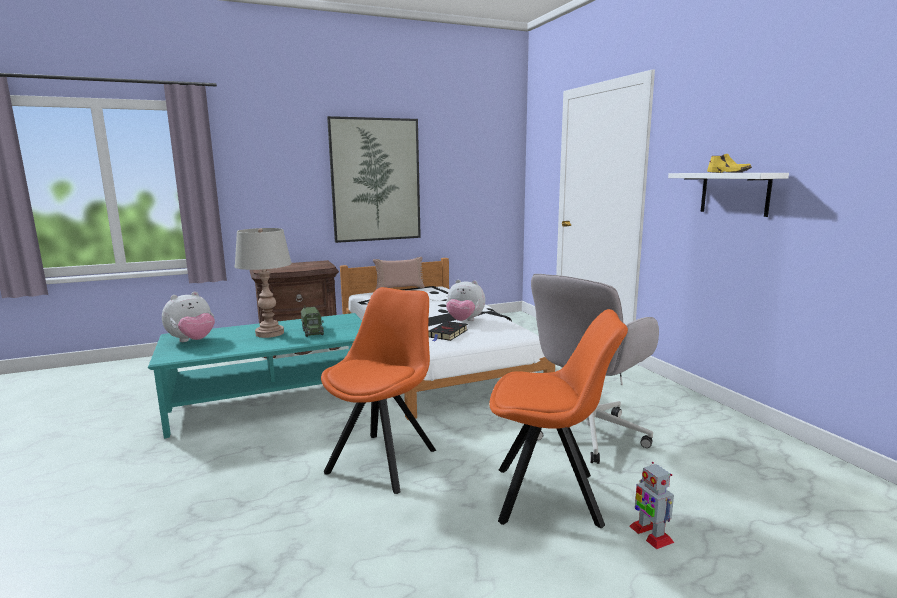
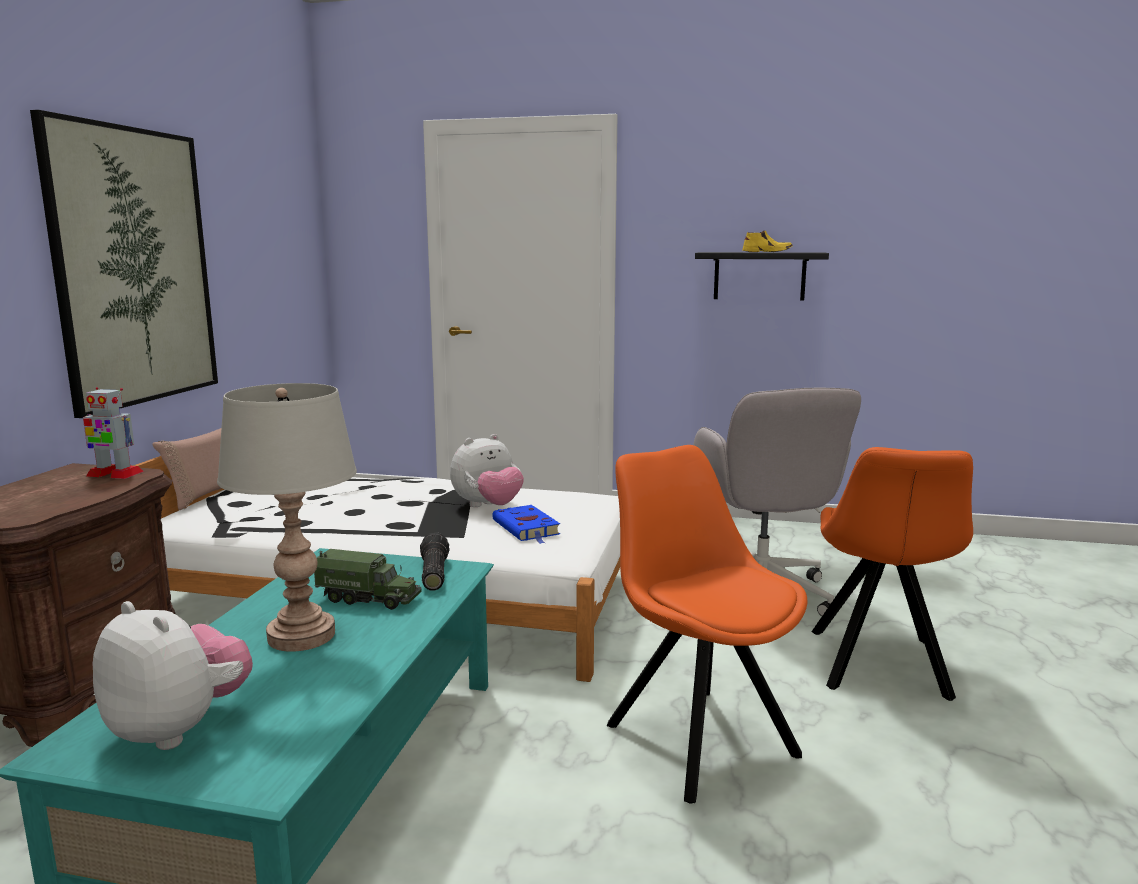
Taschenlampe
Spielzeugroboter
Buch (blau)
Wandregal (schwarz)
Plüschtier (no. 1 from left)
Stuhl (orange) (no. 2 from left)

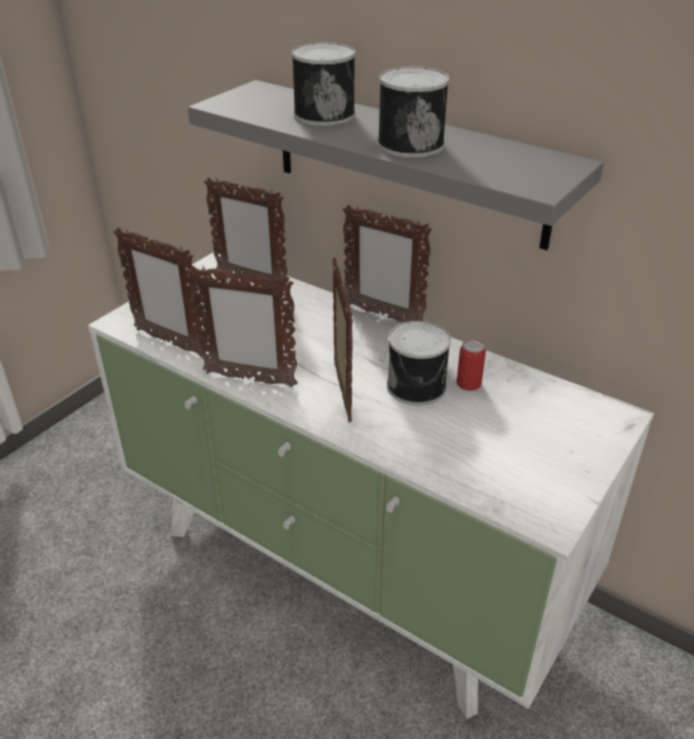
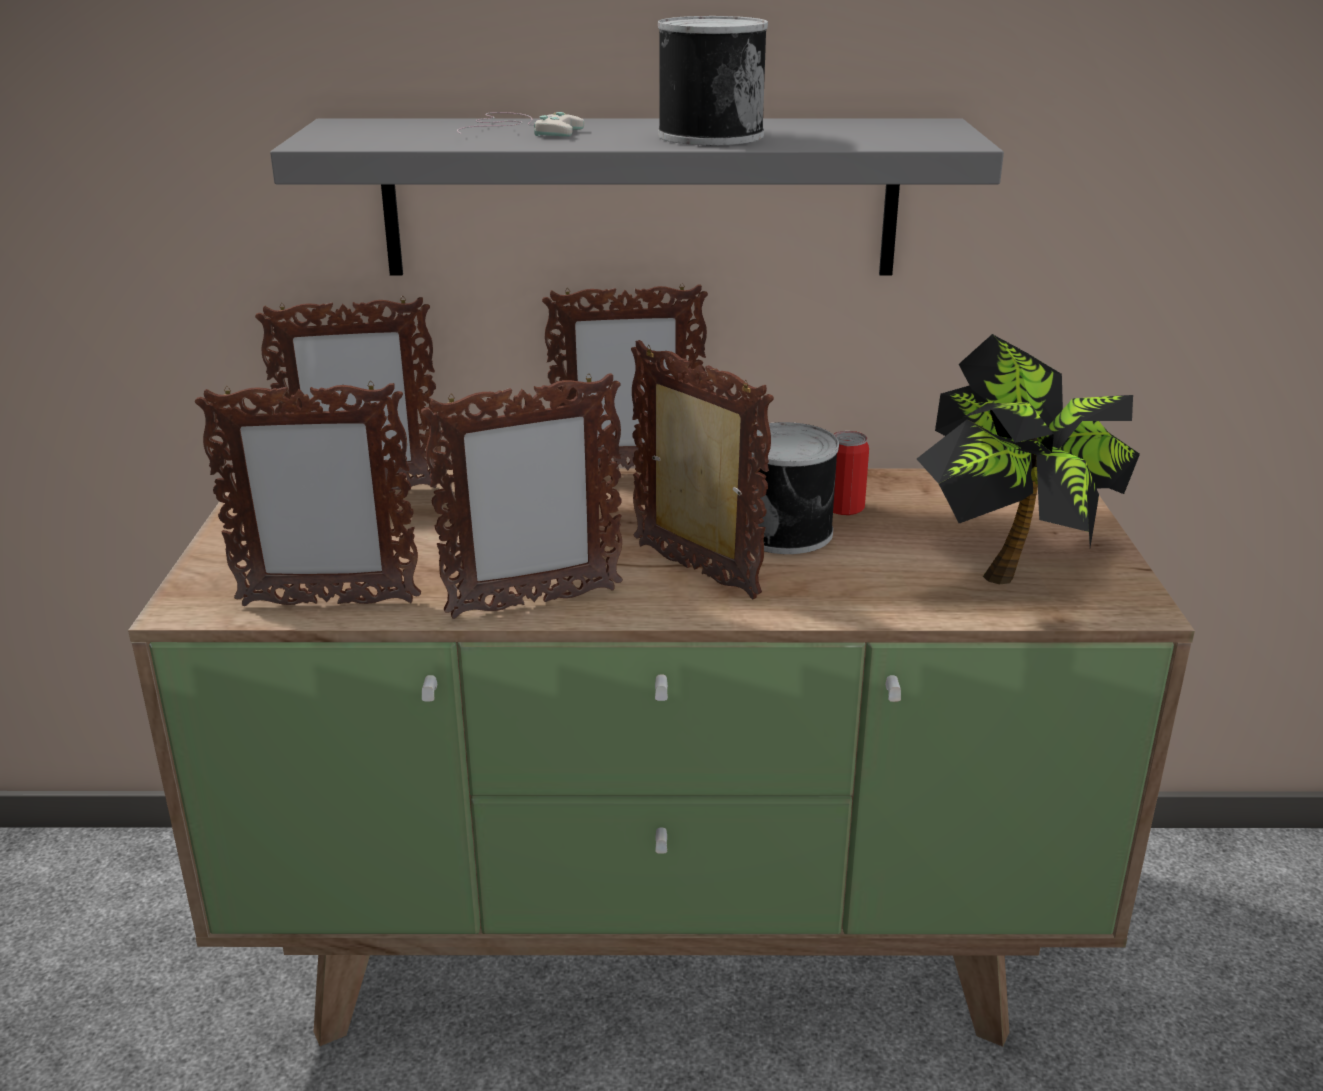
Topfpflanze
Gamepad (weiß)
Kommode (grün)

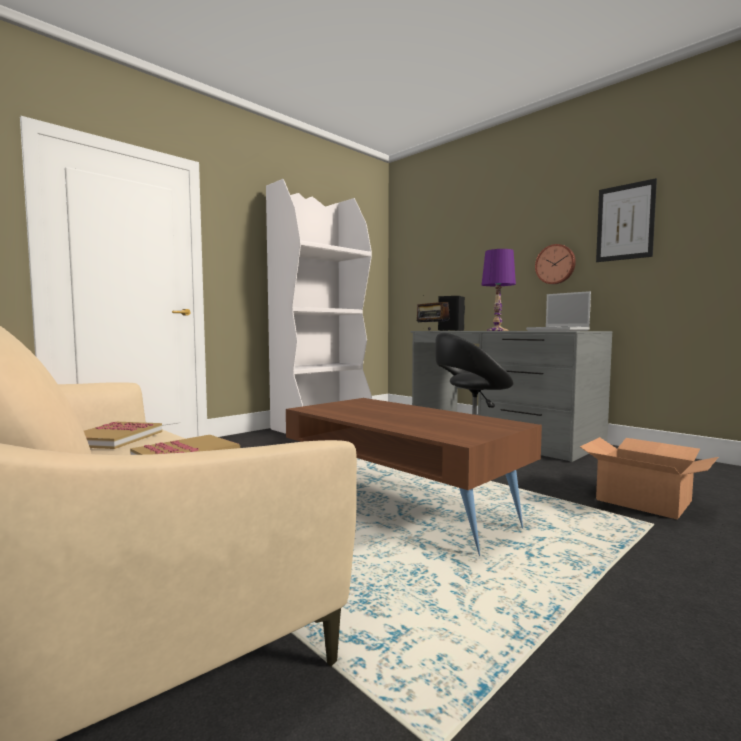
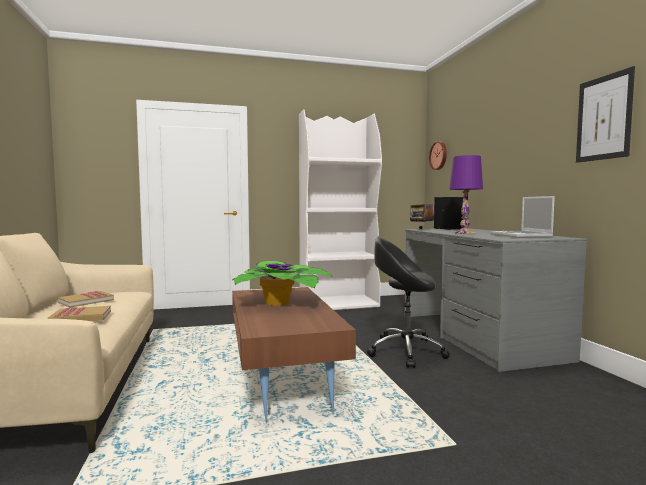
Karton
Topfpflanze
Wanduhr

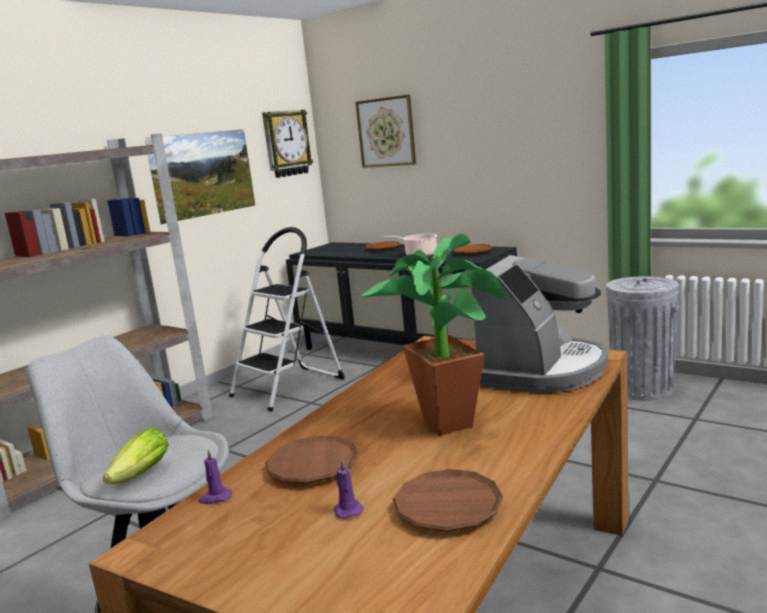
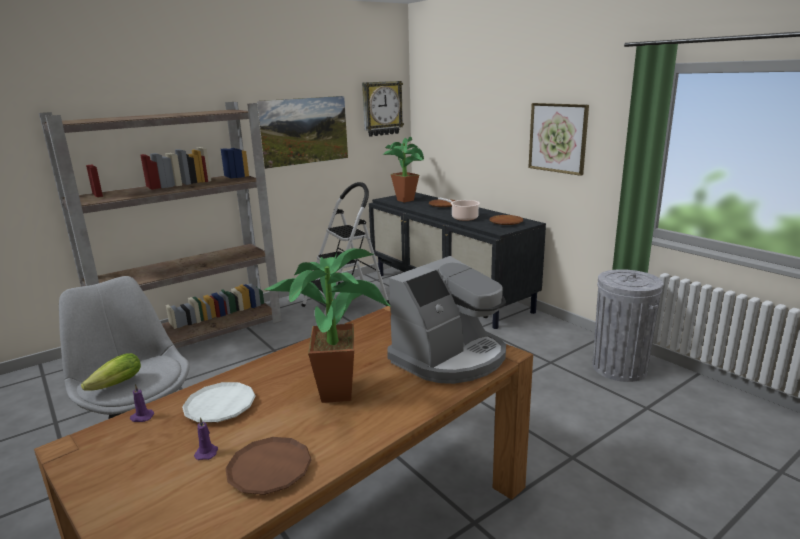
Topfpflanze (no. 2 from left)
Bild (no. 2 from left)
Teller (weiß)

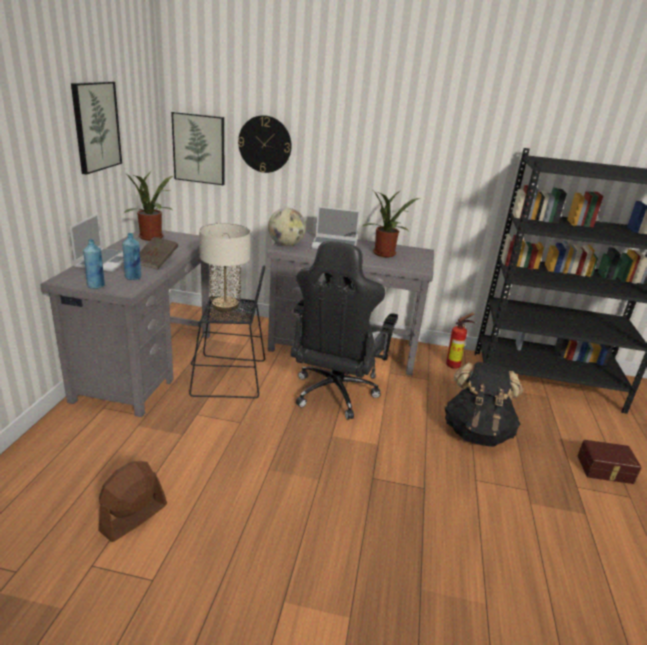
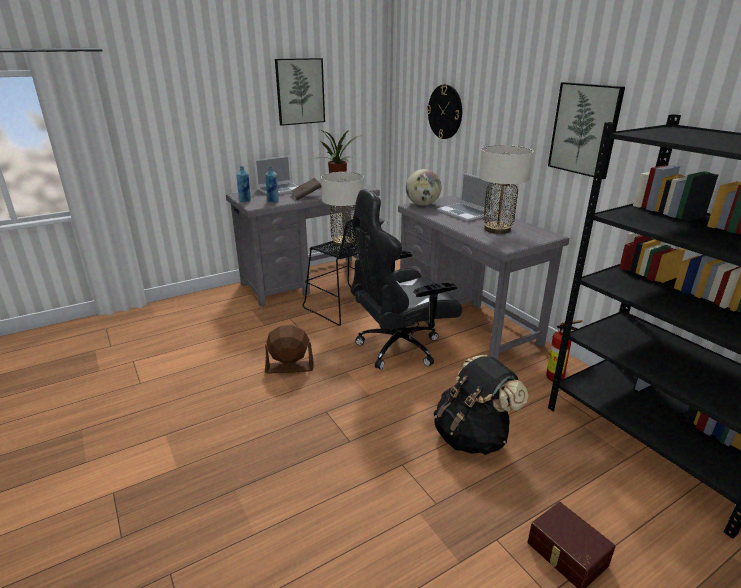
Ventilator (braun)
Bild (no. 2 from left)
Tischlampe (no. 2 from left)

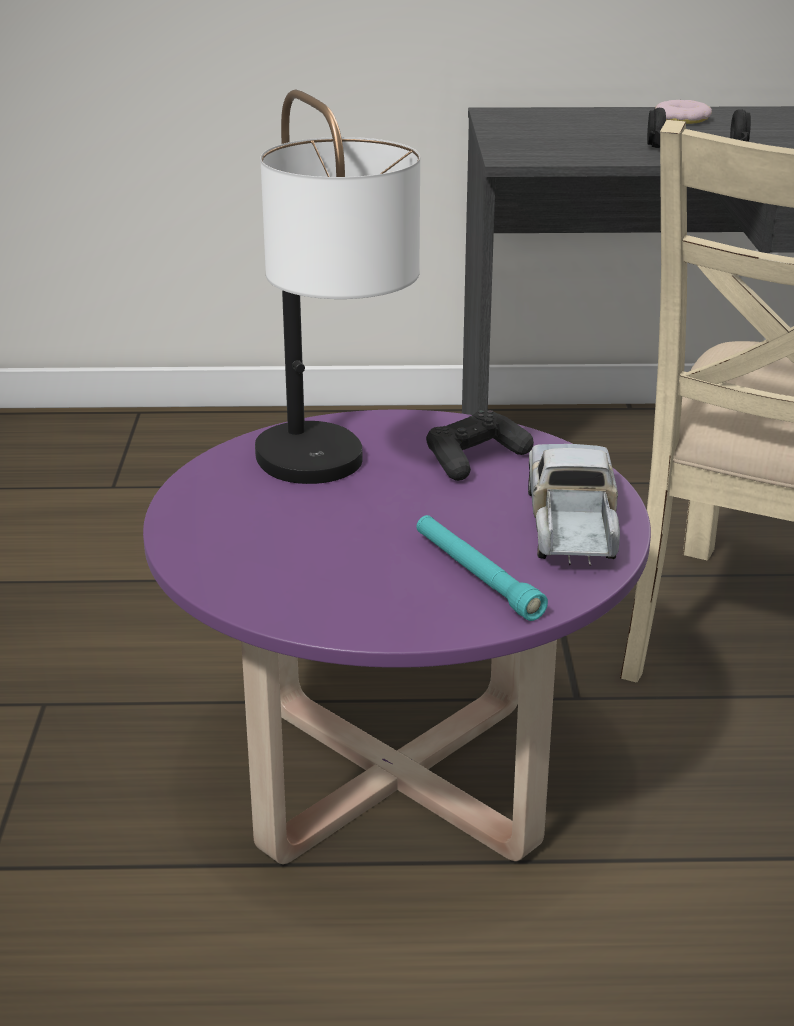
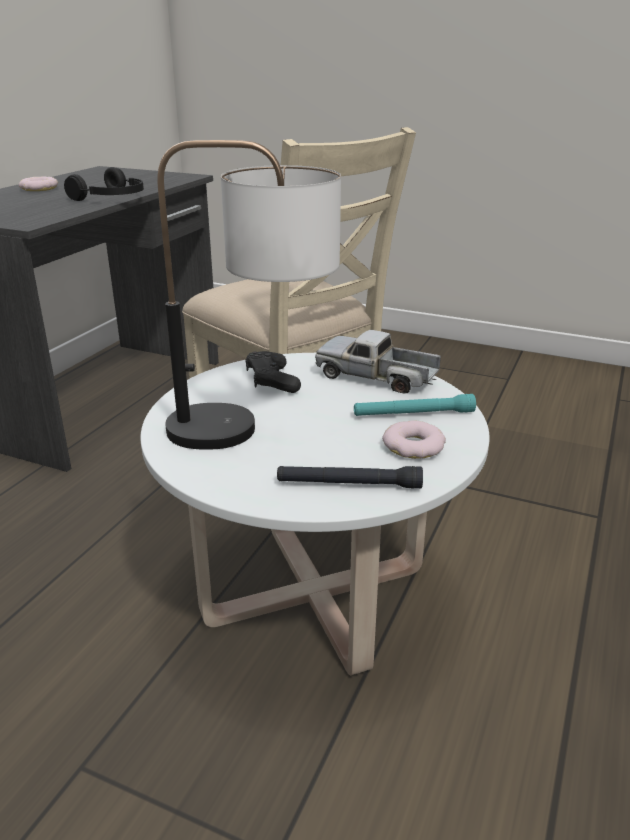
Taschenlampe (schwarz)
Donut (no. 2 from left)
Couchtisch (weiß)

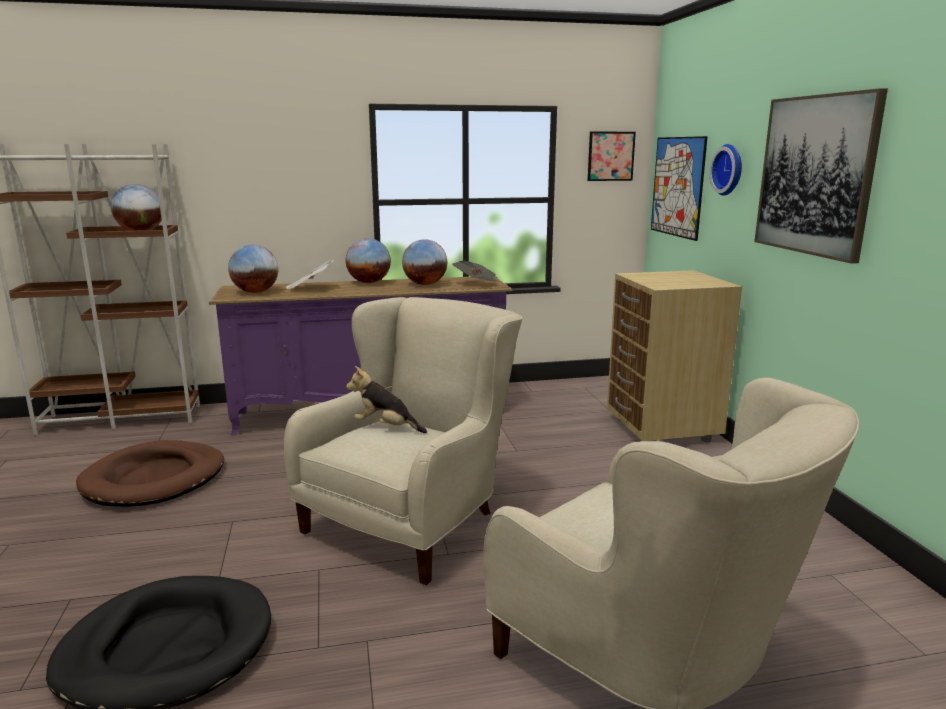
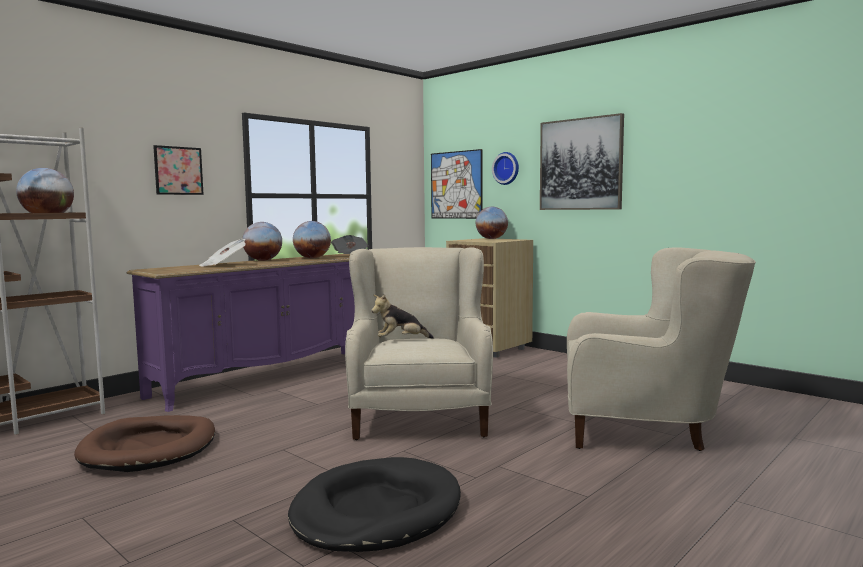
Globus (no. 4 from left)
Bild (no. 1 from left)

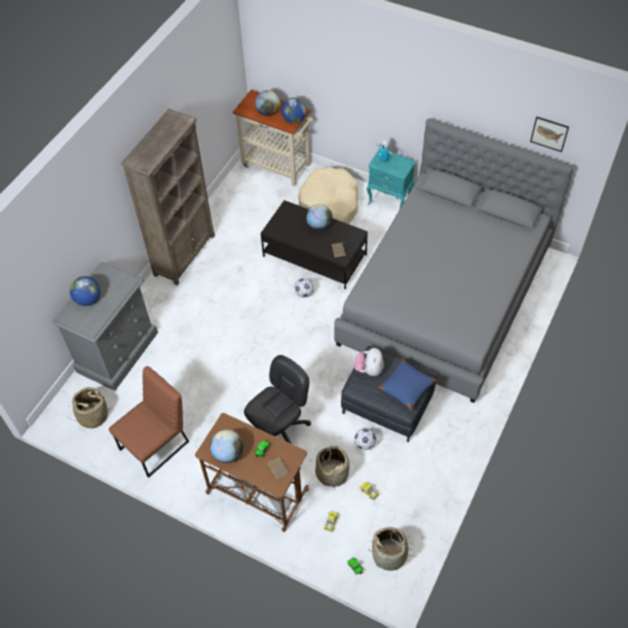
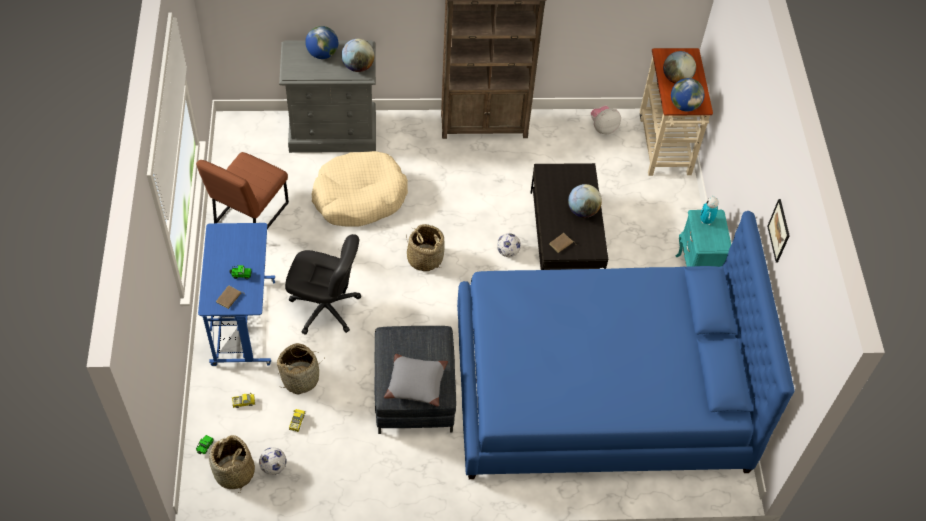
Korb (no. 3 from left)
Globus (no. 2 from left)
Hundebett (beige)
Fußball (no. 1 from left)
Plüschtier
Bild
Schreibtisch (blau)
Bett (blau)
Kissen (grau)
Stuhl (braun)

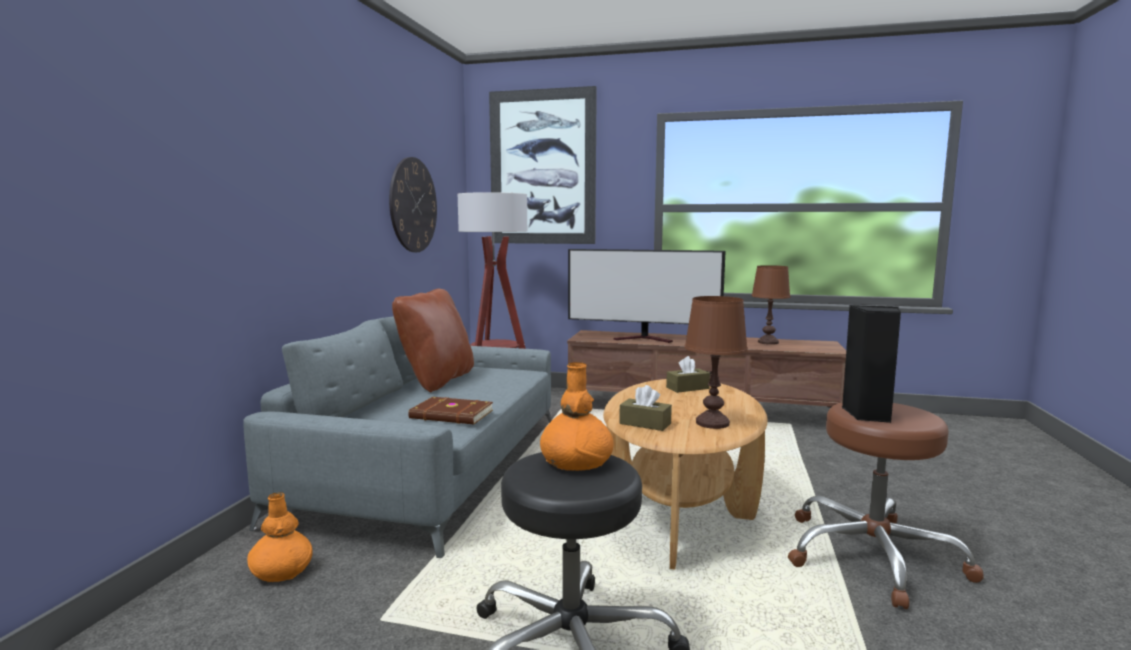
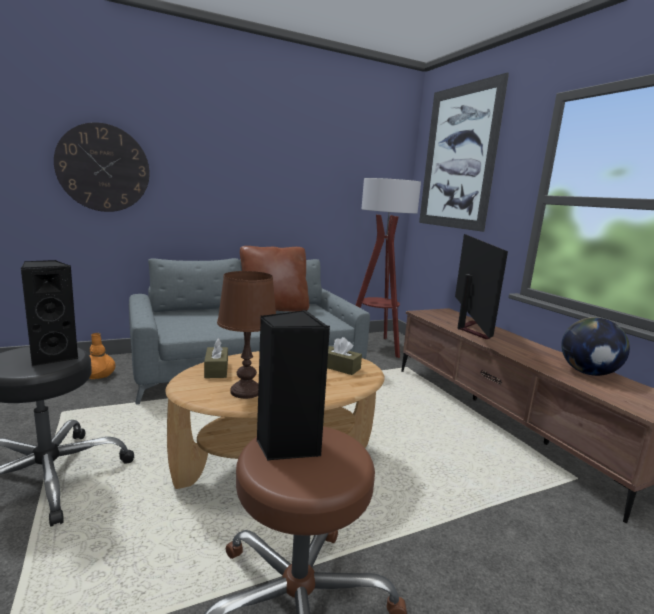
Buch (braun)
Wanduhr
Lautsprecher (schwarz) (no. 1 from left)
Globus
Fernseher

